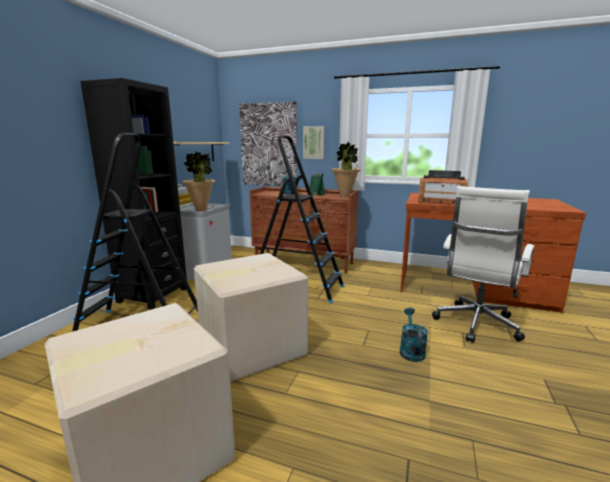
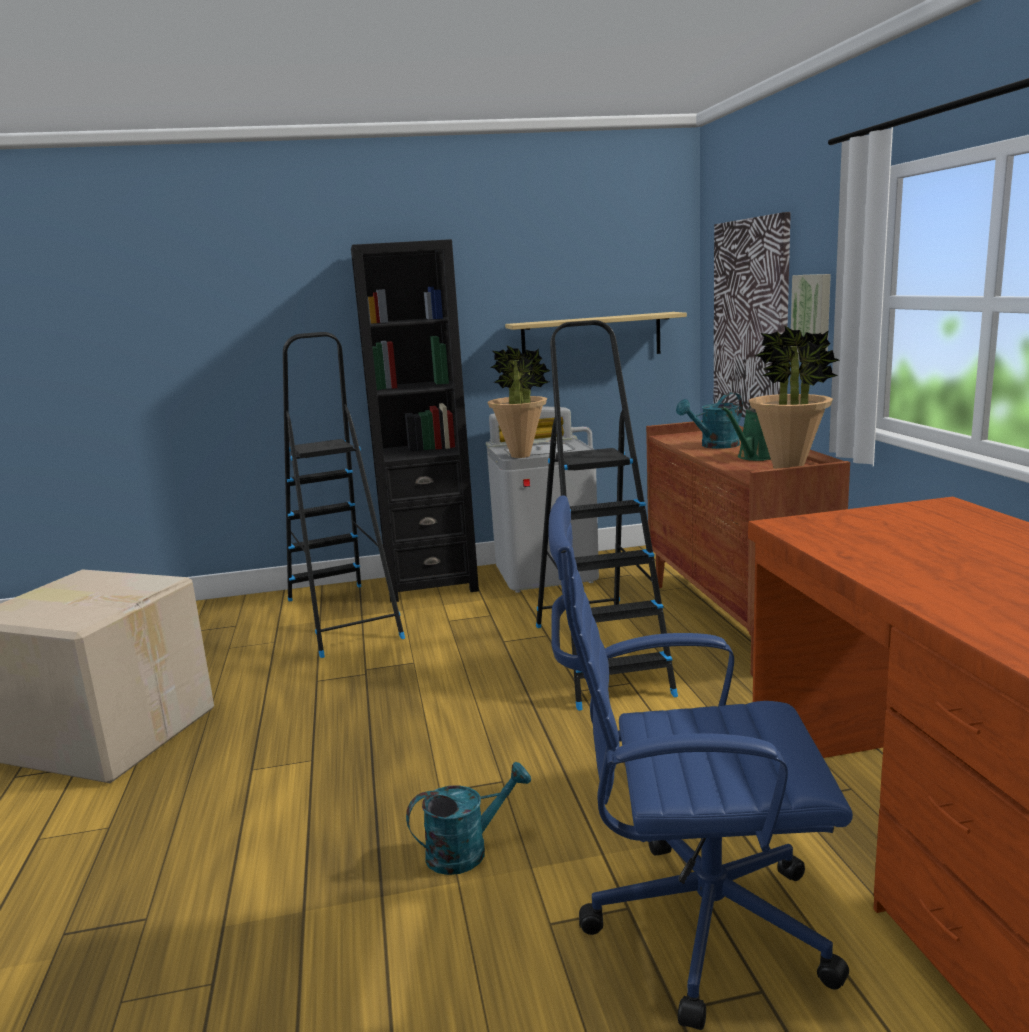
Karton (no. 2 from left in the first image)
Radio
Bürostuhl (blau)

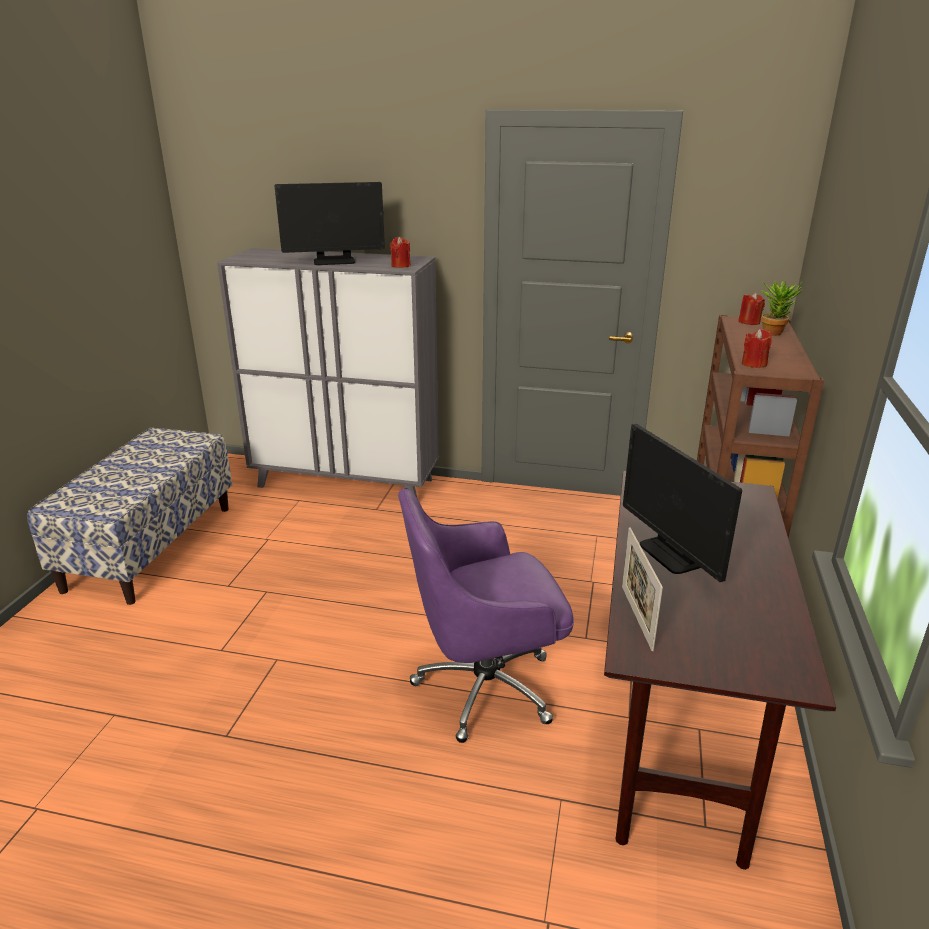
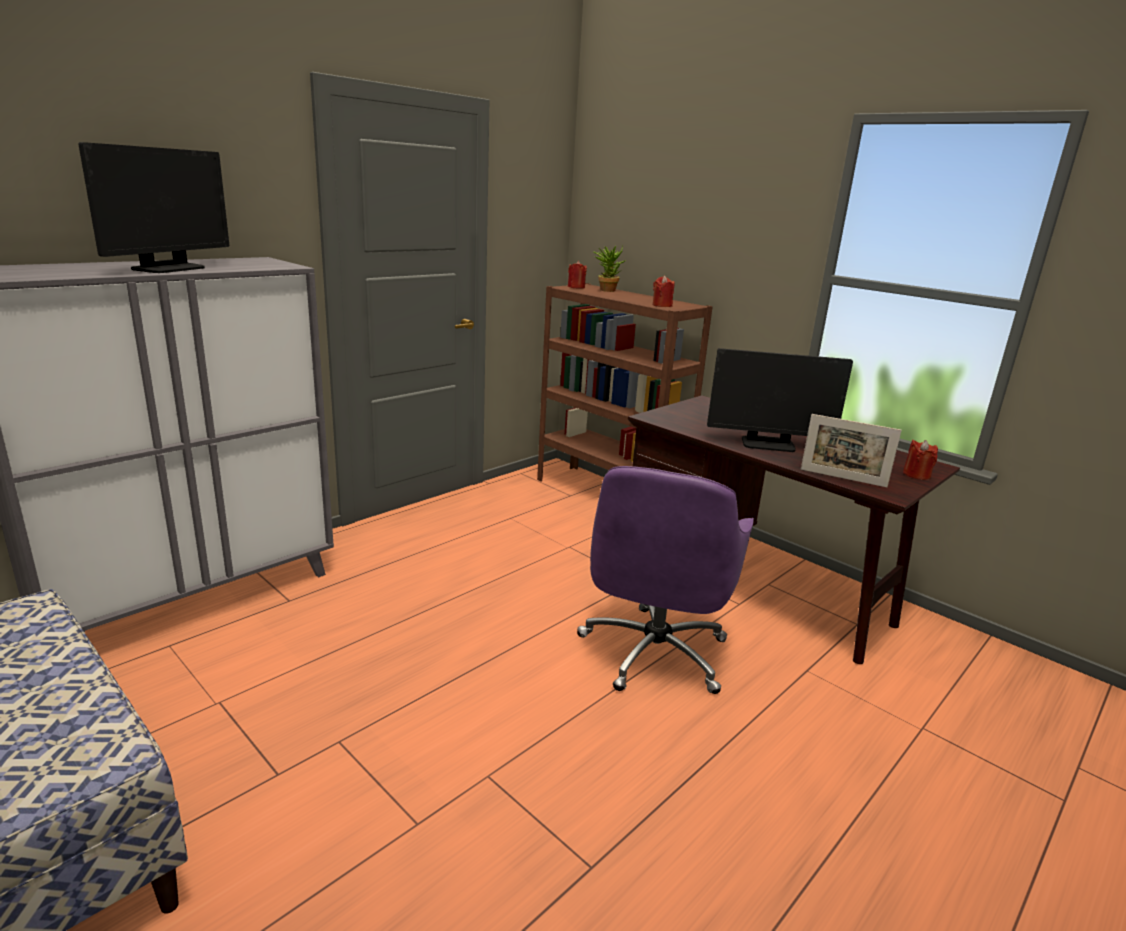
Kerze (rot) (no. 3 from left)

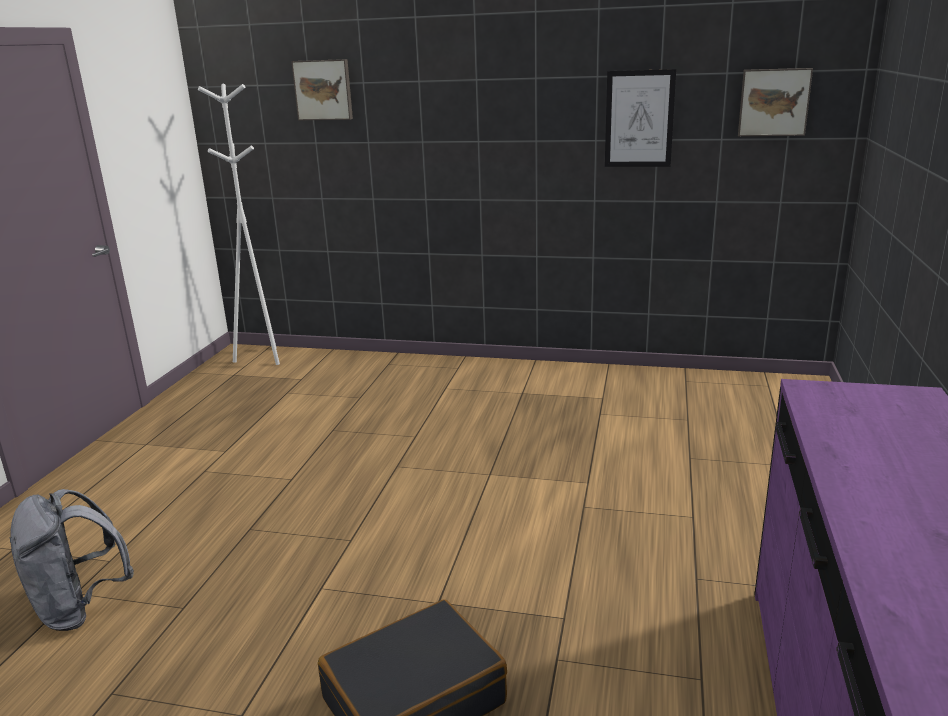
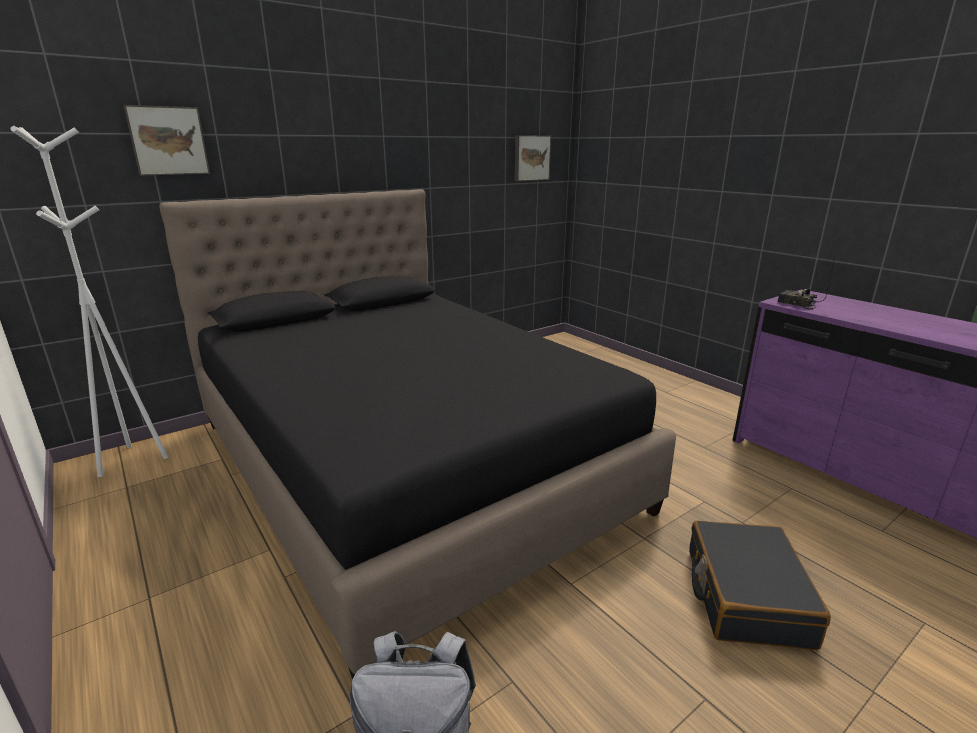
Bild (no. 2 from left in the first image)
Bett (schwarz)
Radio

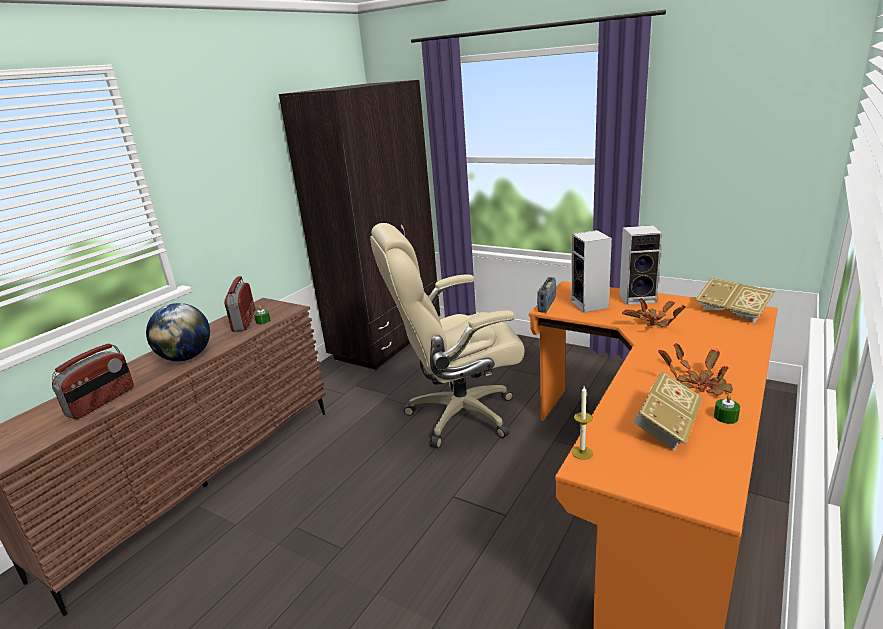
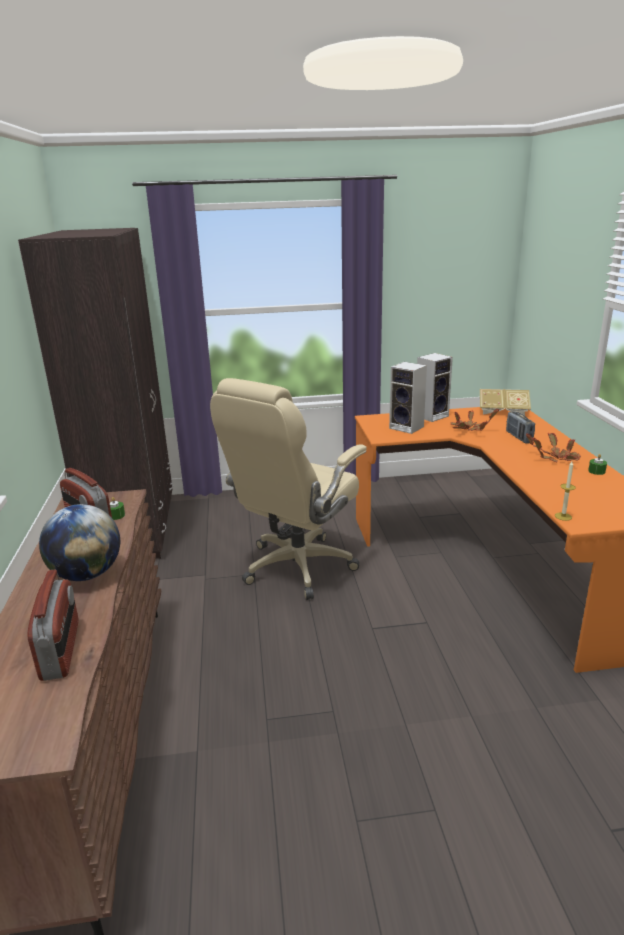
Buch (no. 1 from left in the first image)
Radio (no. 3 from left)

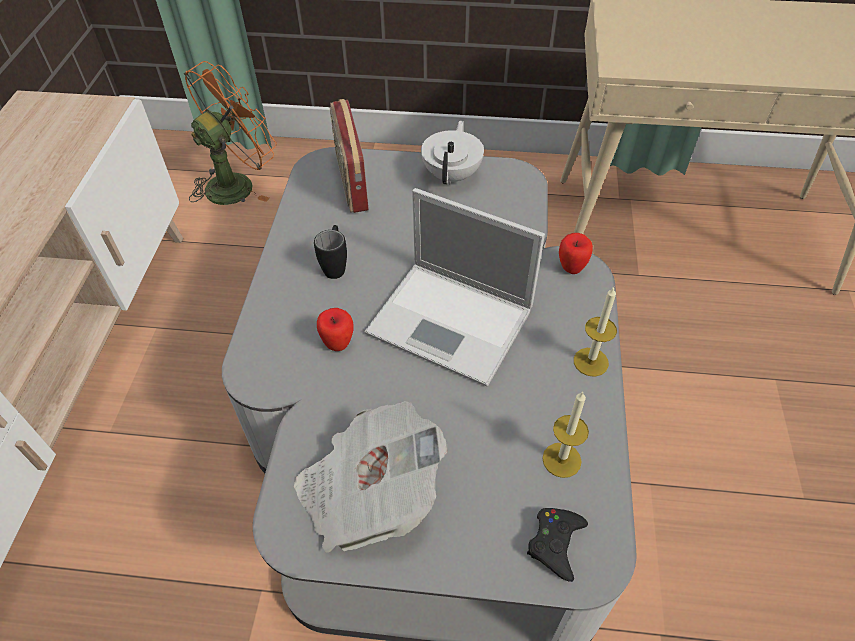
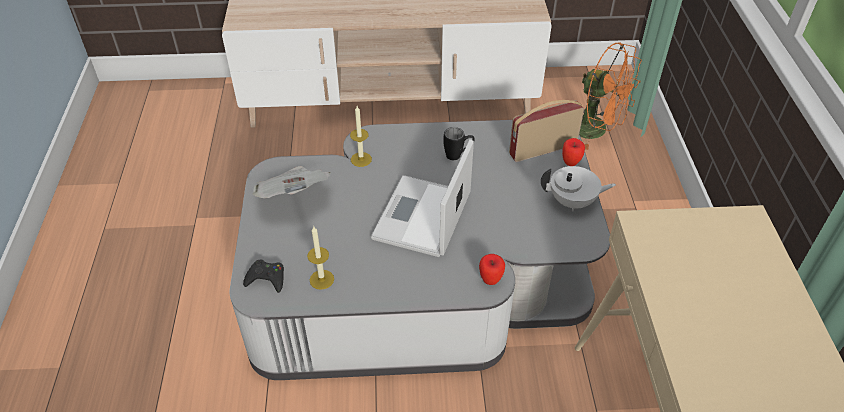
Apfel (no. 2 from left)
Kerze (no. 2 from left)

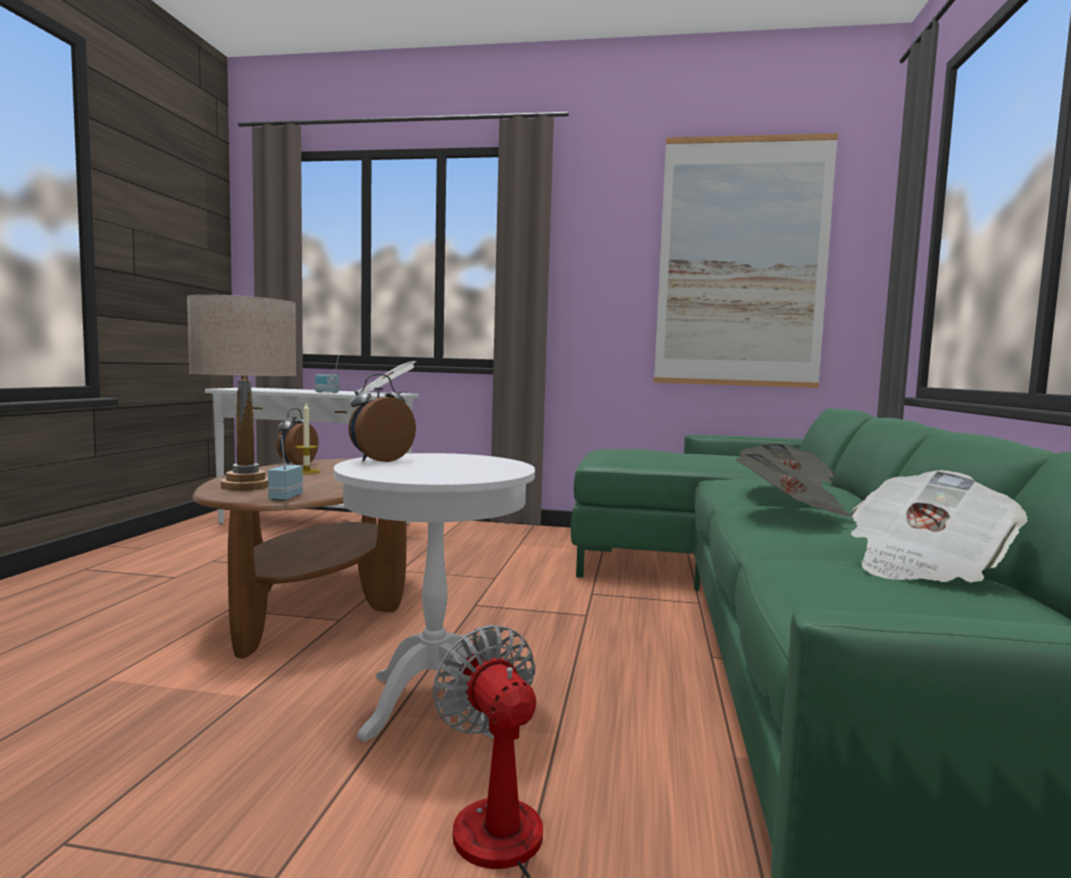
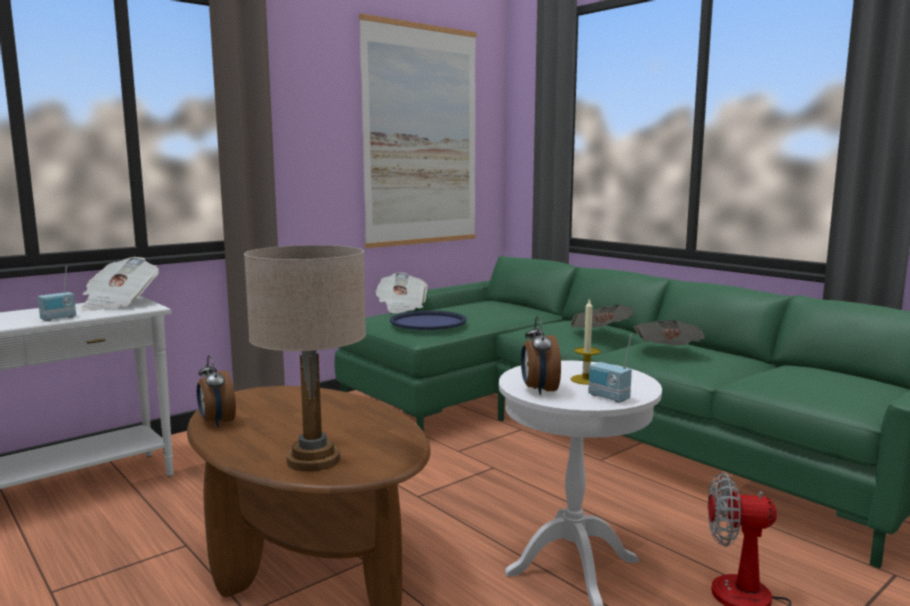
Tablett (blau)
Radio (no. 2 from left)
Kerze
Zeitung (no. 2 from left)

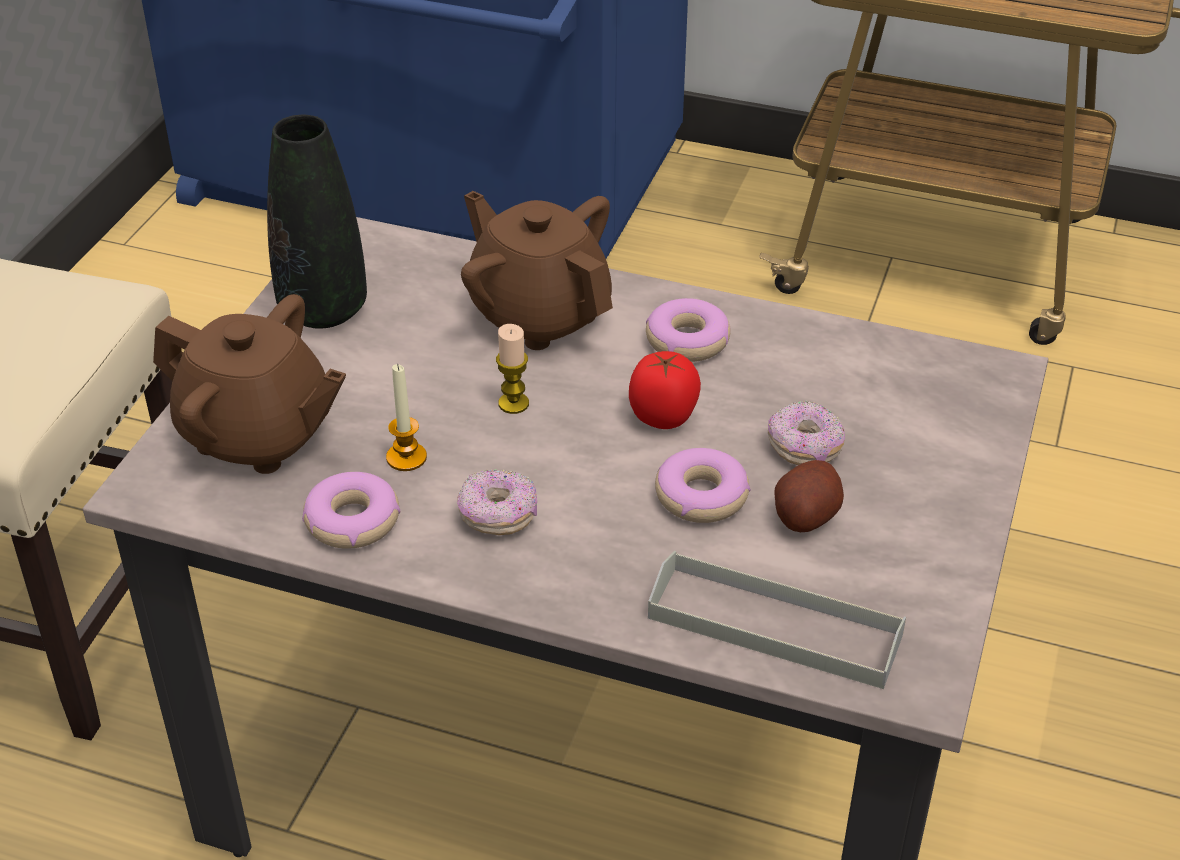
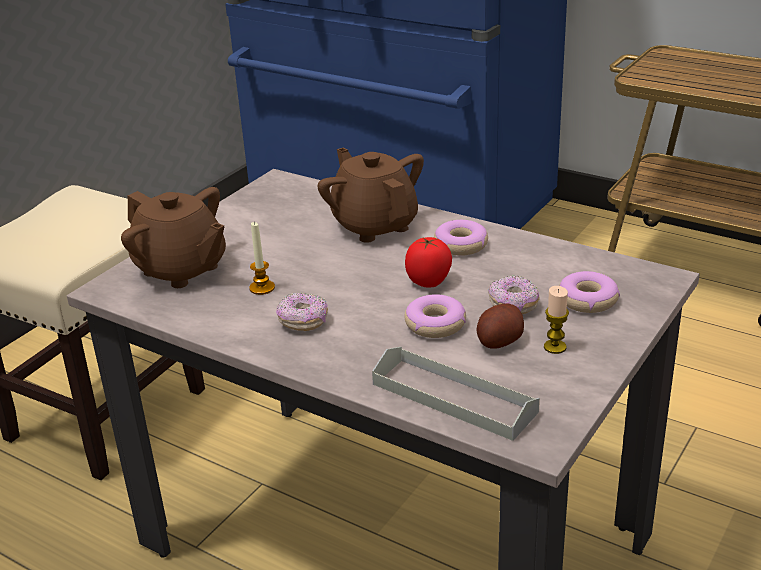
Vase (schwarz)
Donut (no. 5 from left)
Kerze (no. 2 from left)

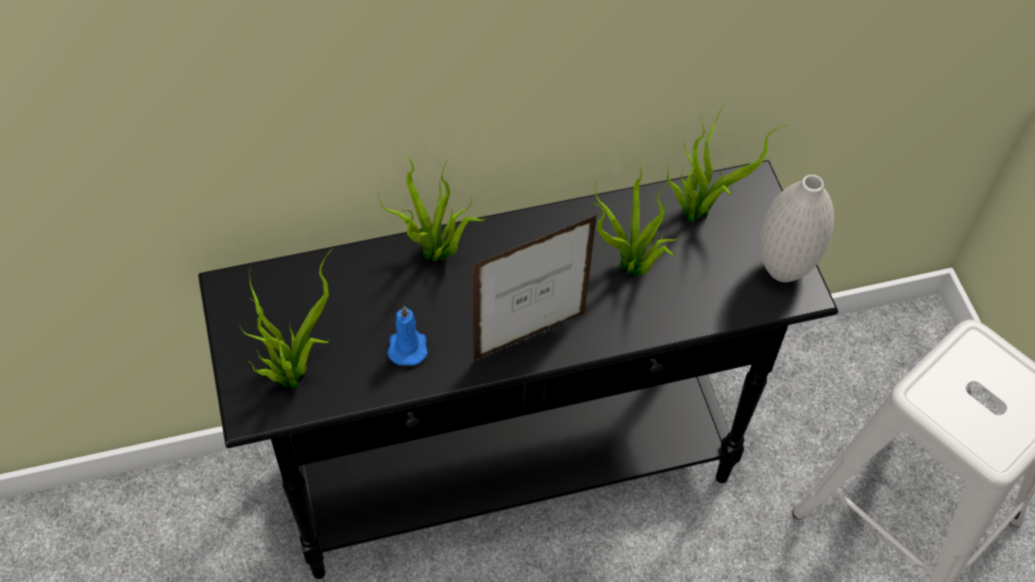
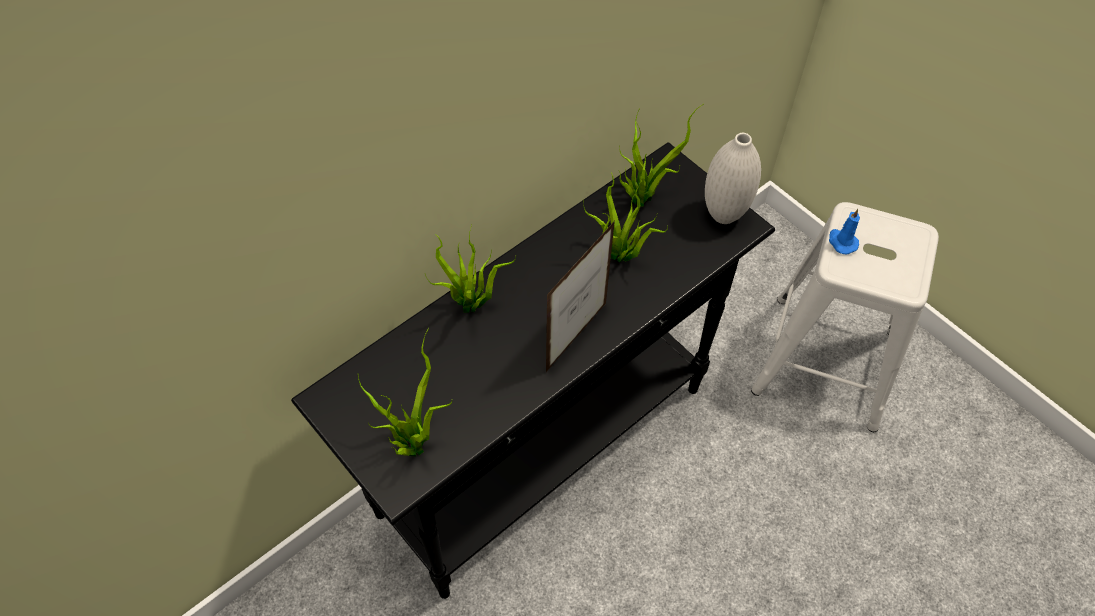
Kerze (blau)

